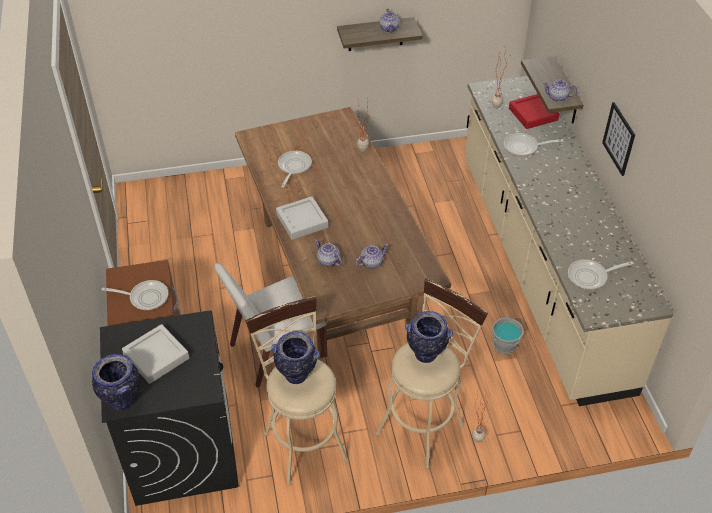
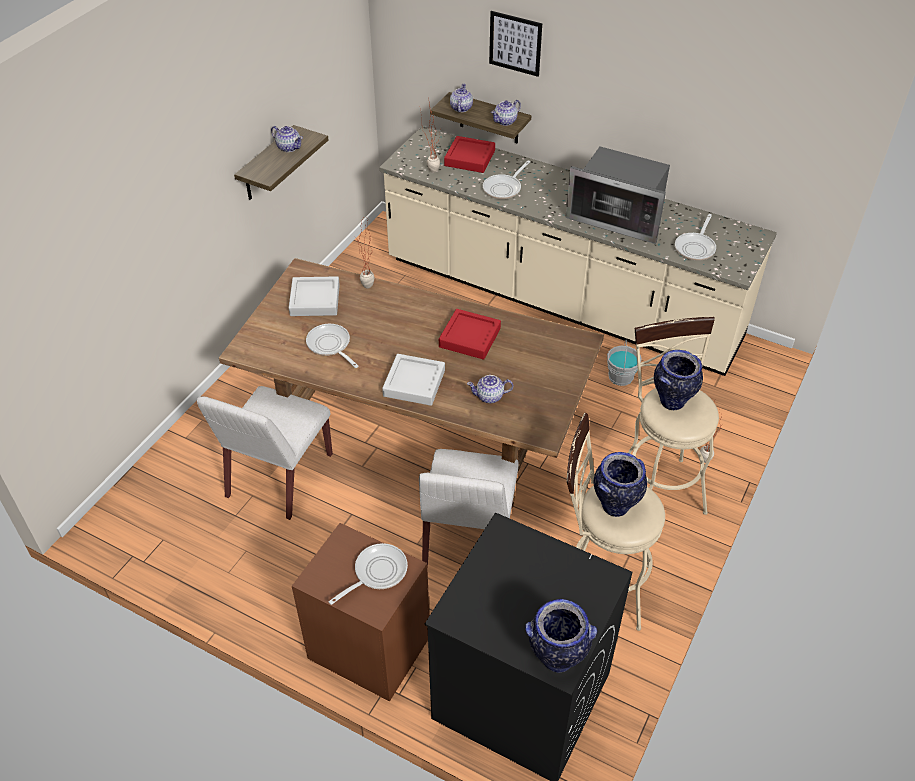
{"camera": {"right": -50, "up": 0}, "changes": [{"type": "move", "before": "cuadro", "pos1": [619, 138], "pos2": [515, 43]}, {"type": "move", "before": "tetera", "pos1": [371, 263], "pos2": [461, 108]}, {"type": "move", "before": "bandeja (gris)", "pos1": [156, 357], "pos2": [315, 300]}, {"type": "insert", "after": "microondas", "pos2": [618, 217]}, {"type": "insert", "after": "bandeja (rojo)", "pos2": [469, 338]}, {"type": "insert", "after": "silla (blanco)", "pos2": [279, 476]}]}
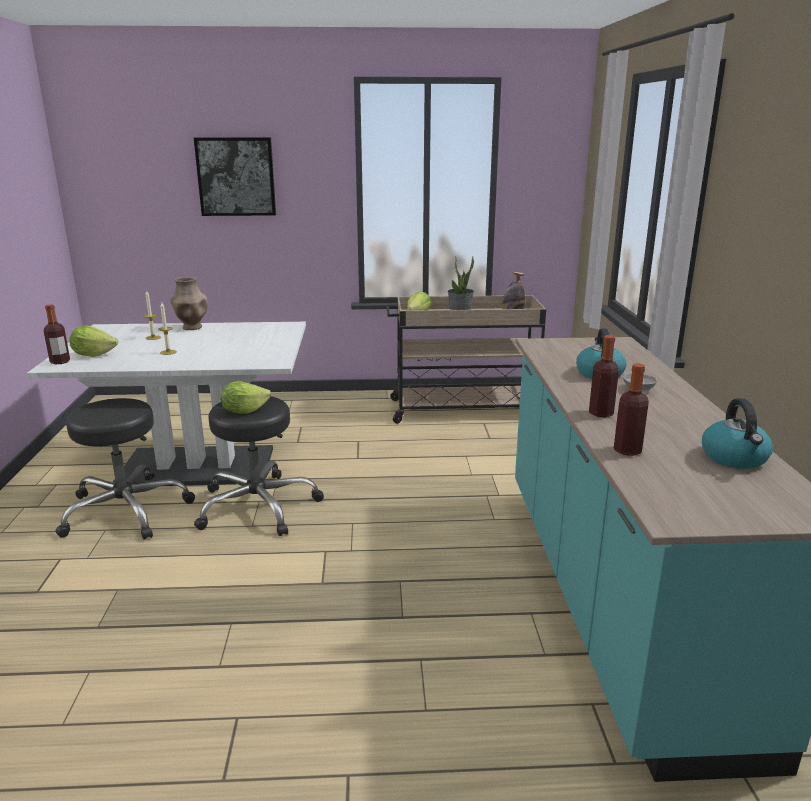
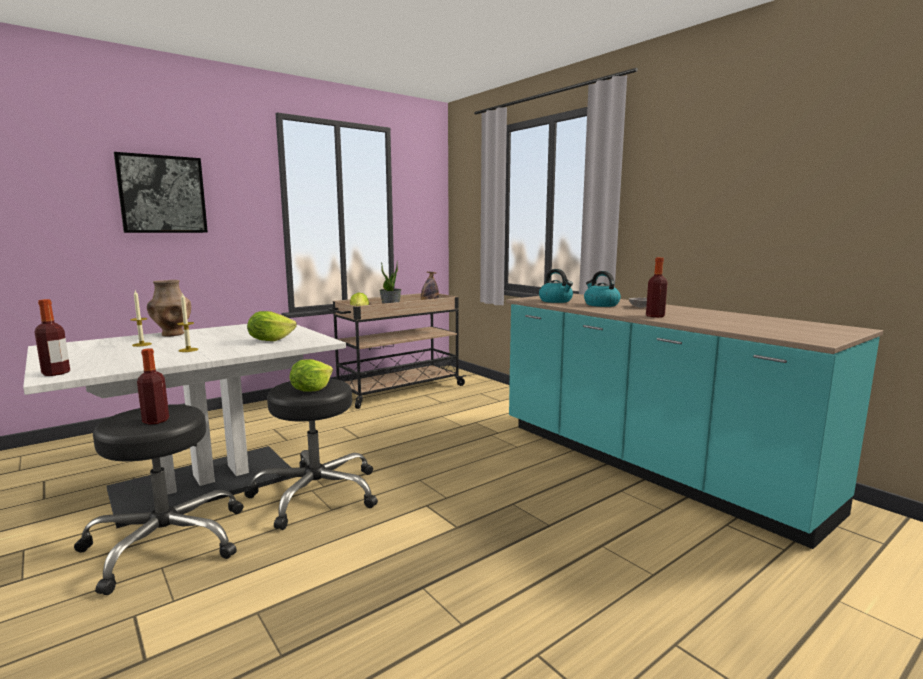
{"camera": {"right": -35, "up": -10}, "changes": [{"type": "move", "before": "lechuga", "pos1": [93, 354], "pos2": [270, 340]}, {"type": "move", "before": "botella", "pos1": [627, 450], "pos2": [156, 421]}, {"type": "move", "before": "hervidor", "pos1": [735, 458], "pos2": [556, 301]}]}
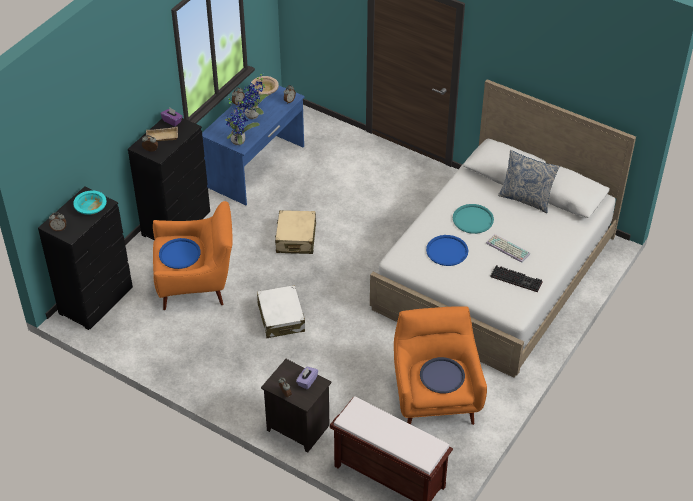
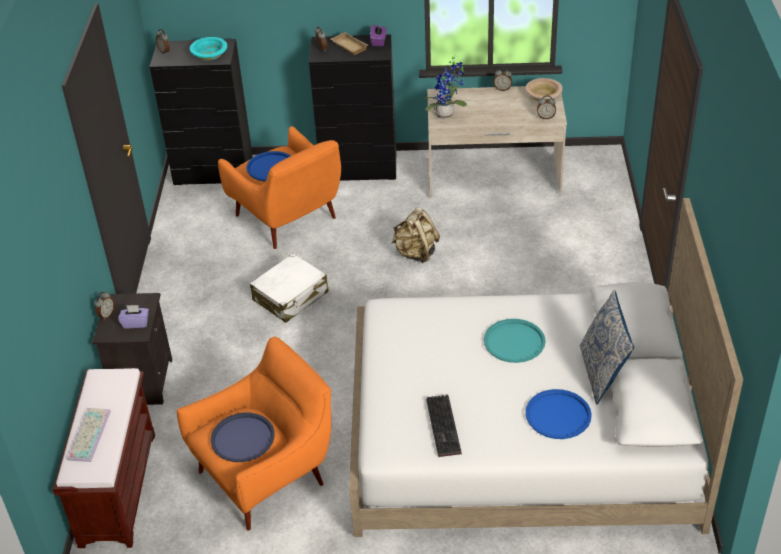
{"camera": {"right": 60, "up": -5}, "changes": [{"type": "delete", "before": "planta en maceta", "pos1": [254, 116]}, {"type": "recolor", "before": "escritorio (azul)", "after": "escritorio (beis)", "pos1": [256, 166], "pos2": [494, 178]}, {"type": "replace", "before": "maleta (beis)", "after": "mochila (beis)", "pos1": [296, 239], "pos2": [416, 253]}, {"type": "move", "before": "teclado", "pos1": [507, 248], "pos2": [88, 434]}, {"type": "move", "before": "bandeja (azul)", "pos1": [447, 251], "pos2": [558, 415]}]}
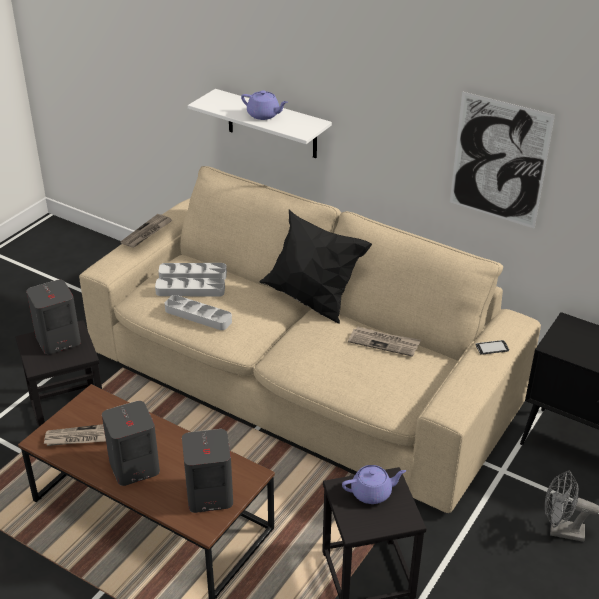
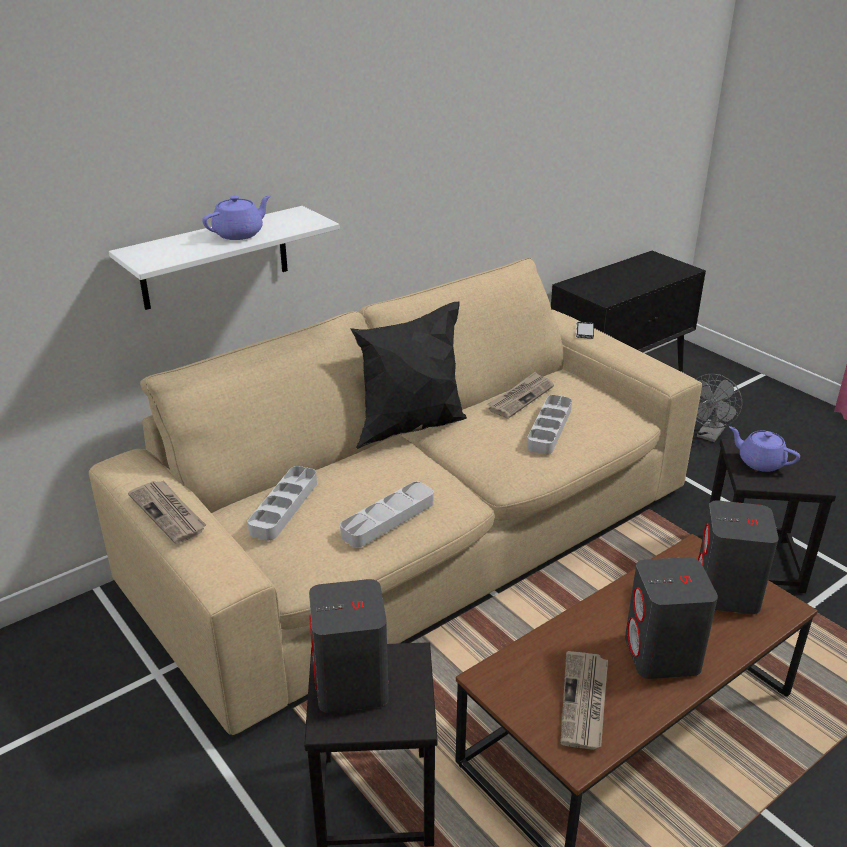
{"camera": {"right": -70, "up": -5}, "changes": [{"type": "delete", "before": "cuadro", "pos1": [499, 161]}, {"type": "move", "before": "bandeja (gris)", "pos1": [190, 290], "pos2": [549, 428]}, {"type": "rotate", "before": "tetera (morado)", "pos1": [372, 493], "pos2": [759, 462], "turn": -60}]}
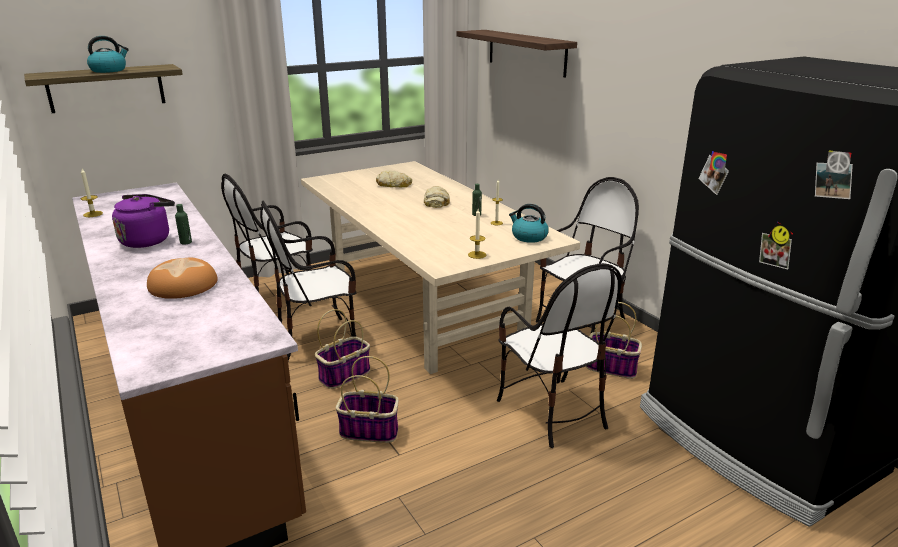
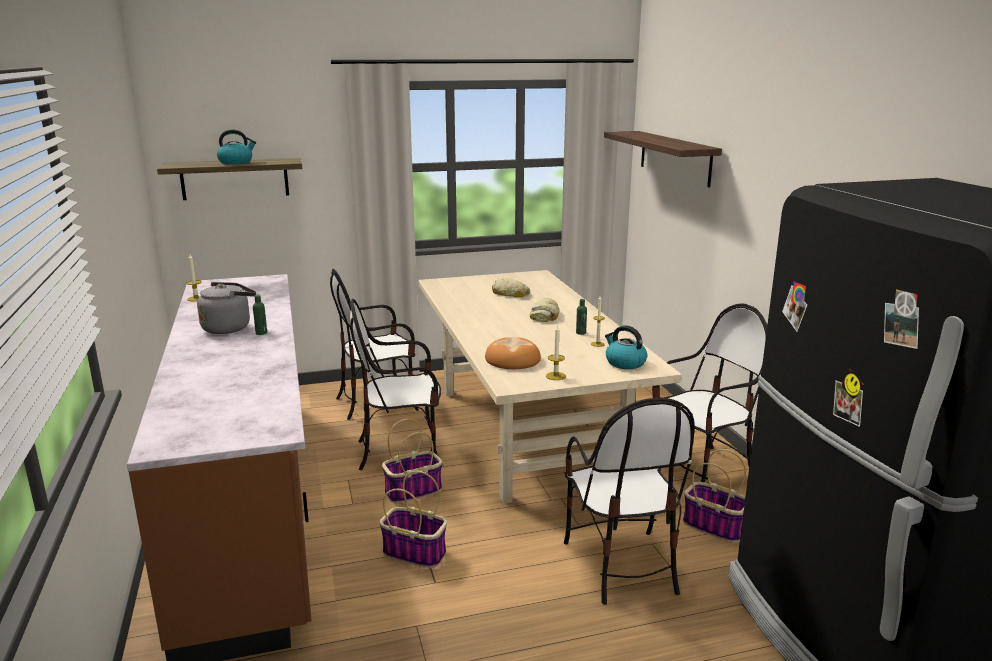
{"camera": {"right": 15, "up": -5}, "changes": [{"type": "recolor", "before": "hervidor (morado)", "after": "hervidor (gris)", "pos1": [147, 240], "pos2": [229, 327]}, {"type": "move", "before": "pan", "pos1": [184, 285], "pos2": [513, 360]}]}
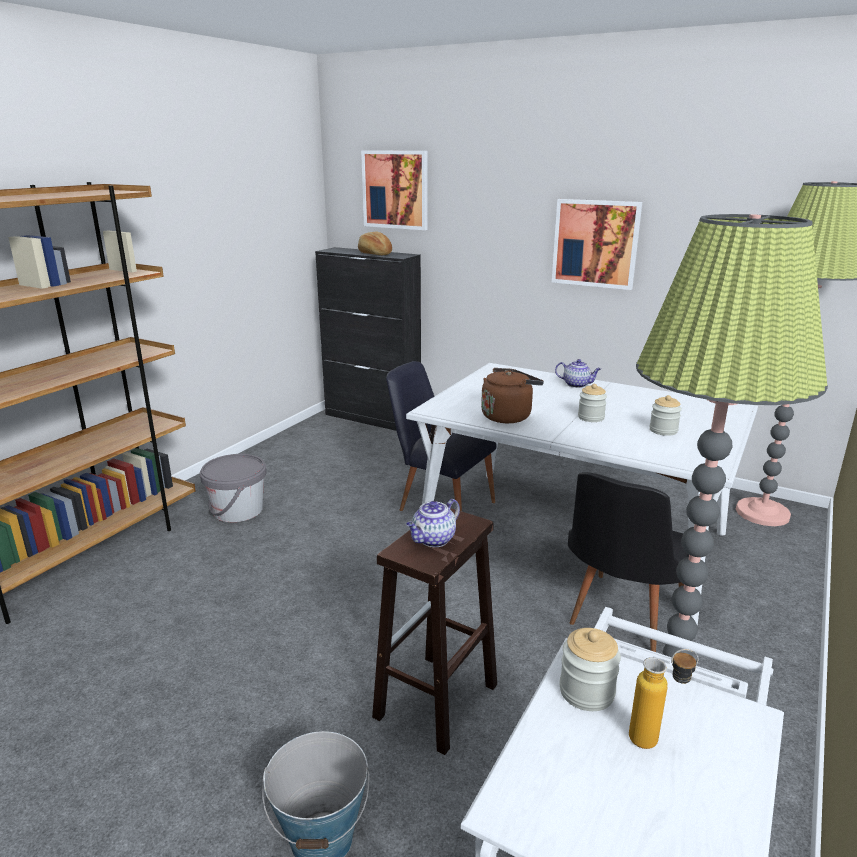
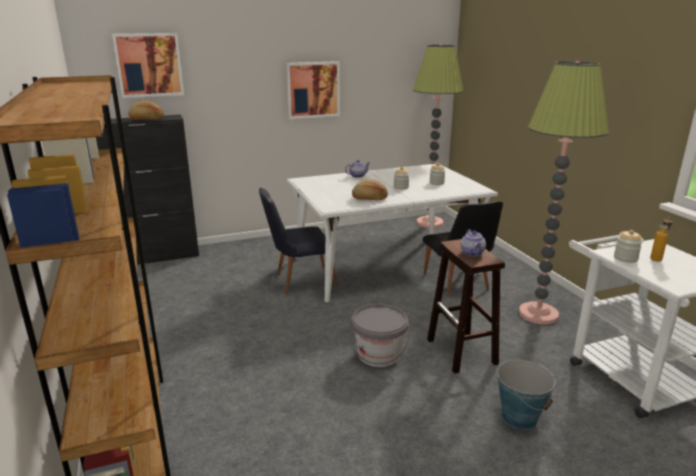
{"camera": {"right": -50, "up": 0}, "changes": [{"type": "replace", "before": "hervidor (marrón)", "after": "pan", "pos1": [508, 416], "pos2": [369, 198]}, {"type": "move", "before": "cubo (gris)", "pos1": [238, 510], "pos2": [378, 355]}]}
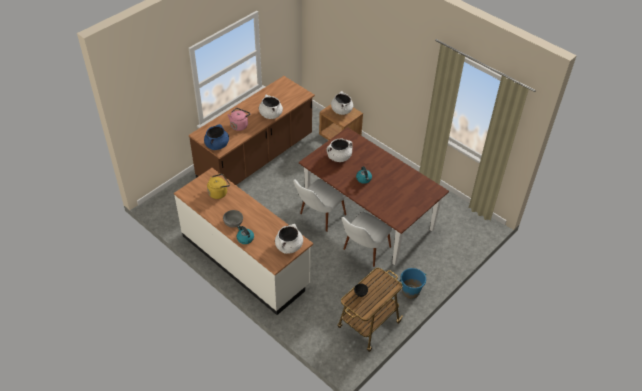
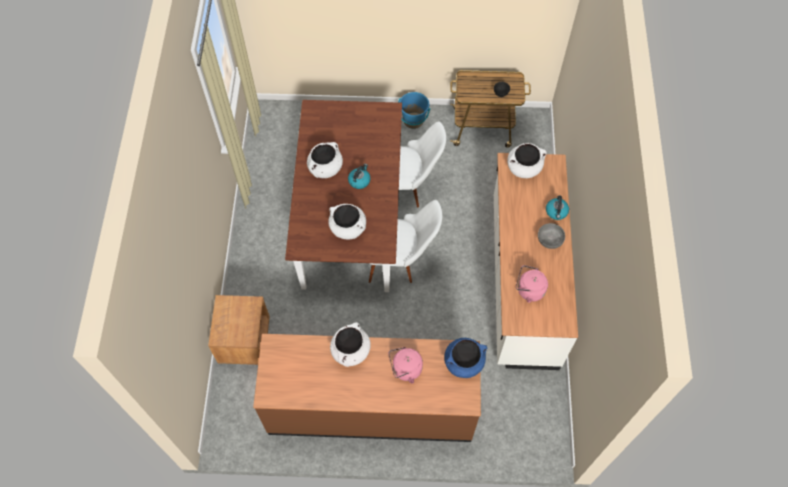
{"camera": {"right": -130, "up": 15}, "changes": [{"type": "move", "before": "olla (blanco)", "pos1": [341, 110], "pos2": [325, 168]}, {"type": "recolor", "before": "hervidor (amarillo)", "after": "hervidor (rosa)", "pos1": [219, 192], "pos2": [528, 290]}]}
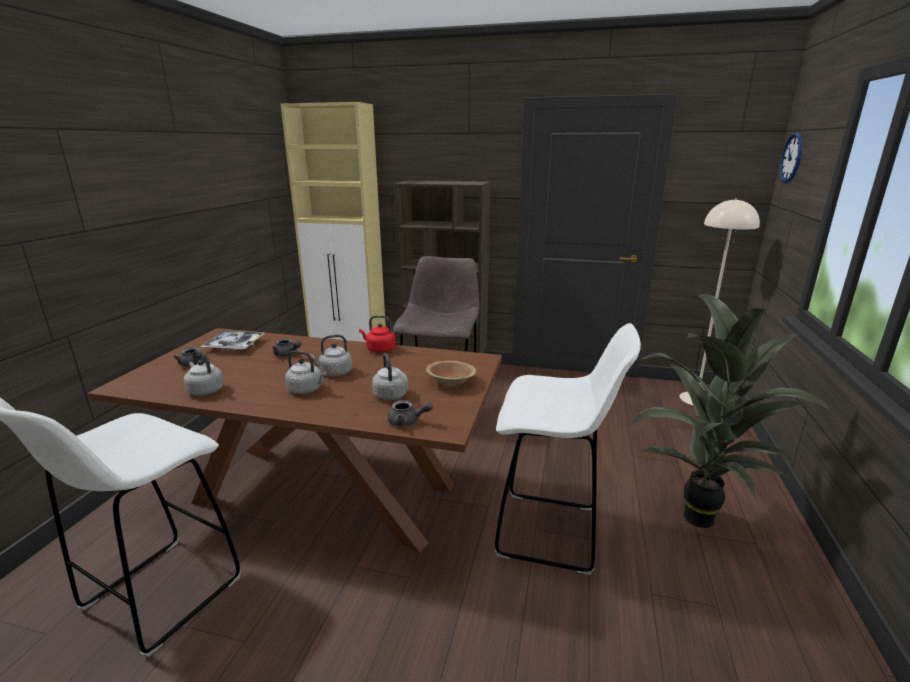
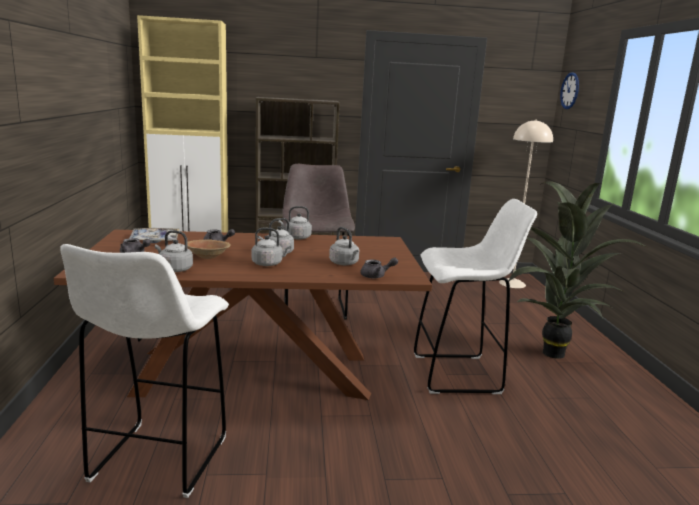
{"camera": {"right": -20, "up": -5}, "changes": [{"type": "recolor", "before": "hervidor (rojo)", "after": "hervidor (gris)", "pos1": [379, 349], "pos2": [296, 237]}, {"type": "move", "before": "cuenco (marrón)", "pos1": [451, 382], "pos2": [208, 256]}]}
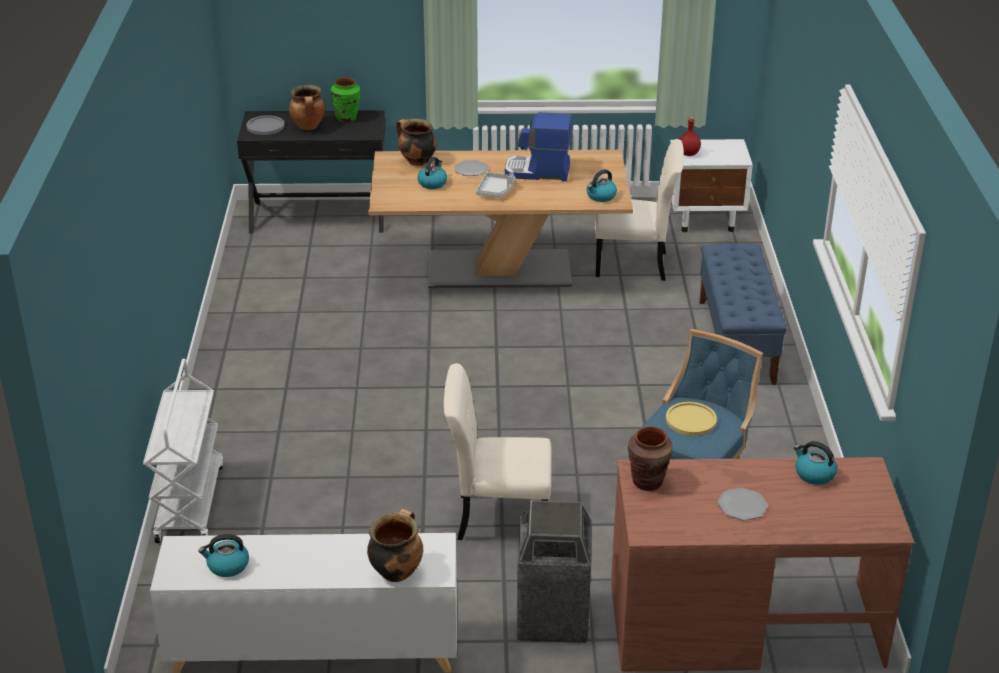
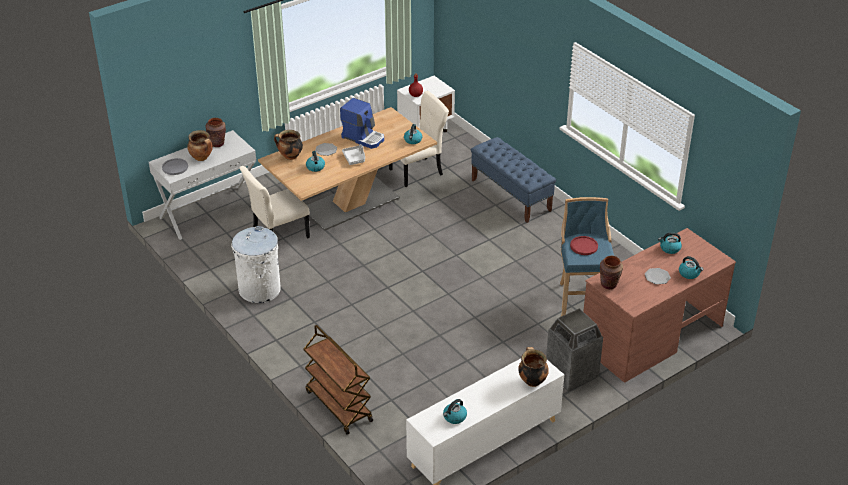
{"camera": {"right": -35, "up": 5}, "changes": [{"type": "recolor", "before": "florero (verde)", "after": "florero (marrón)", "pos1": [346, 118], "pos2": [217, 143]}, {"type": "recolor", "before": "mesa consola (negro)", "after": "mesa consola (blanco)", "pos1": [319, 216], "pos2": [209, 212]}, {"type": "rotate", "before": "cafetera", "pos1": [538, 172], "pos2": [363, 137], "turn": -120}, {"type": "recolor", "before": "carrito (blanco)", "after": "carrito (marrón)", "pos1": [189, 502], "pos2": [338, 406]}, {"type": "move", "before": "silla (beis)", "pos1": [497, 517], "pos2": [278, 236]}, {"type": "recolor", "before": "plato (amarillo)", "after": "plato (rojo)", "pos1": [691, 420], "pos2": [584, 246]}, {"type": "insert", "after": "papelera (blanco)", "pos2": [259, 290]}, {"type": "insert", "after": "hervidor", "pos2": [689, 273]}]}
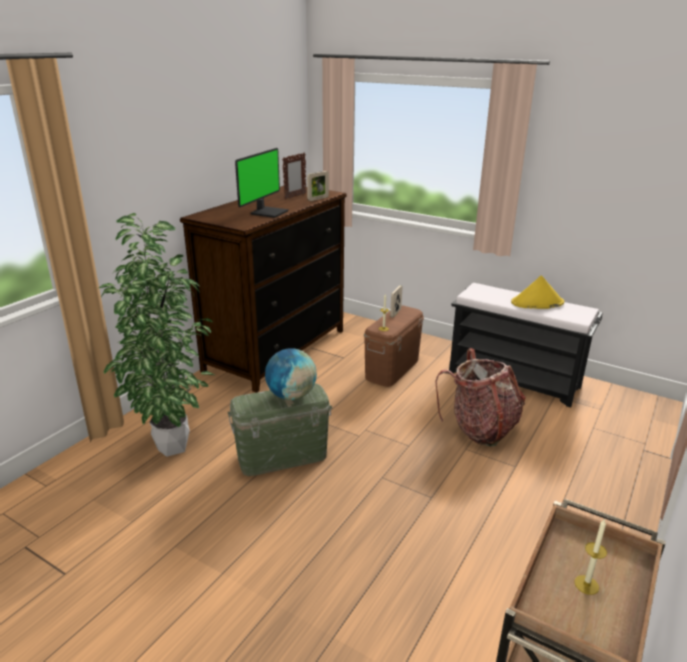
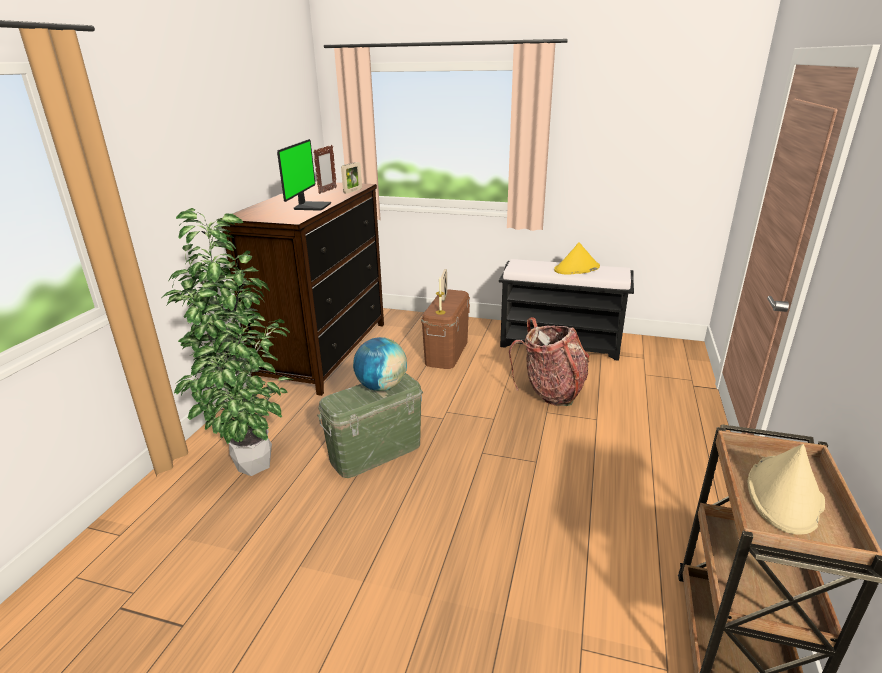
{"camera": {"right": -15, "up": 0}, "changes": [{"type": "replace", "before": "vela", "after": "sombrero (beis)", "pos1": [586, 585], "pos2": [784, 495]}]}
